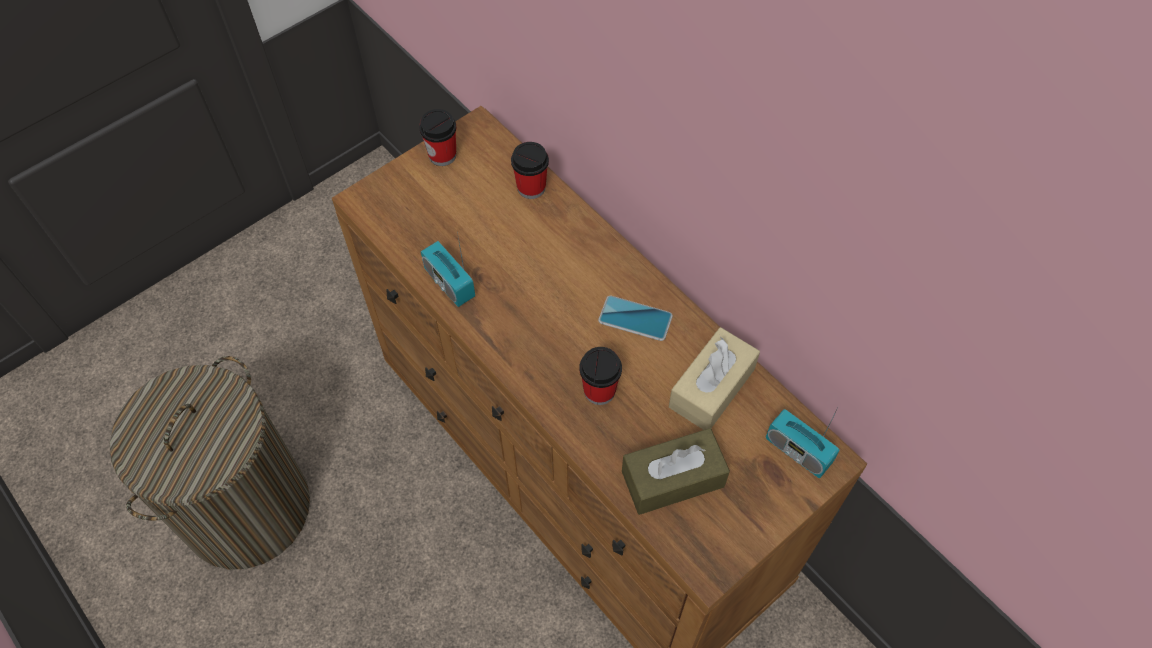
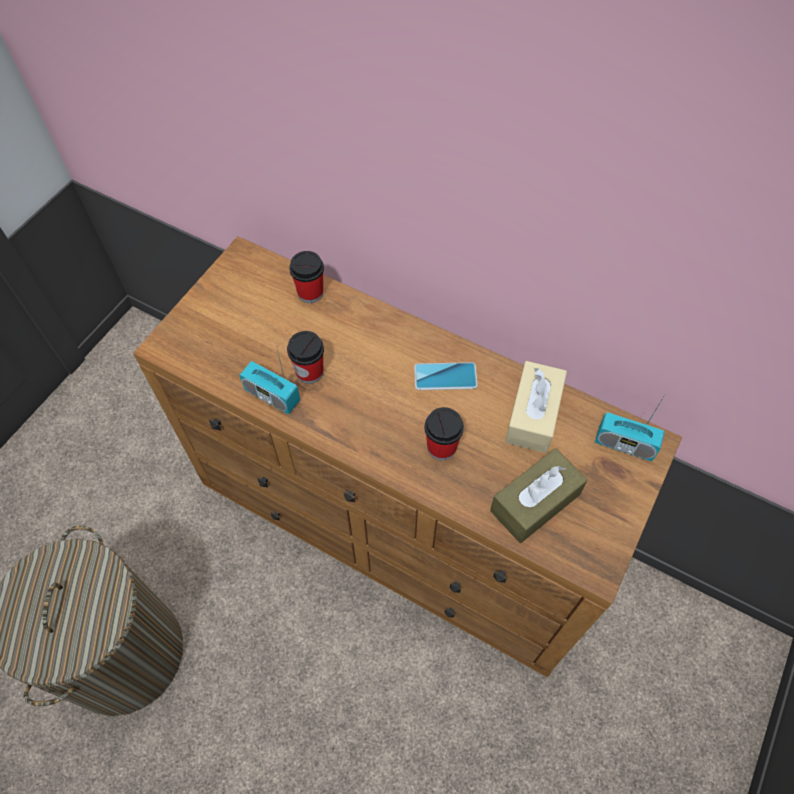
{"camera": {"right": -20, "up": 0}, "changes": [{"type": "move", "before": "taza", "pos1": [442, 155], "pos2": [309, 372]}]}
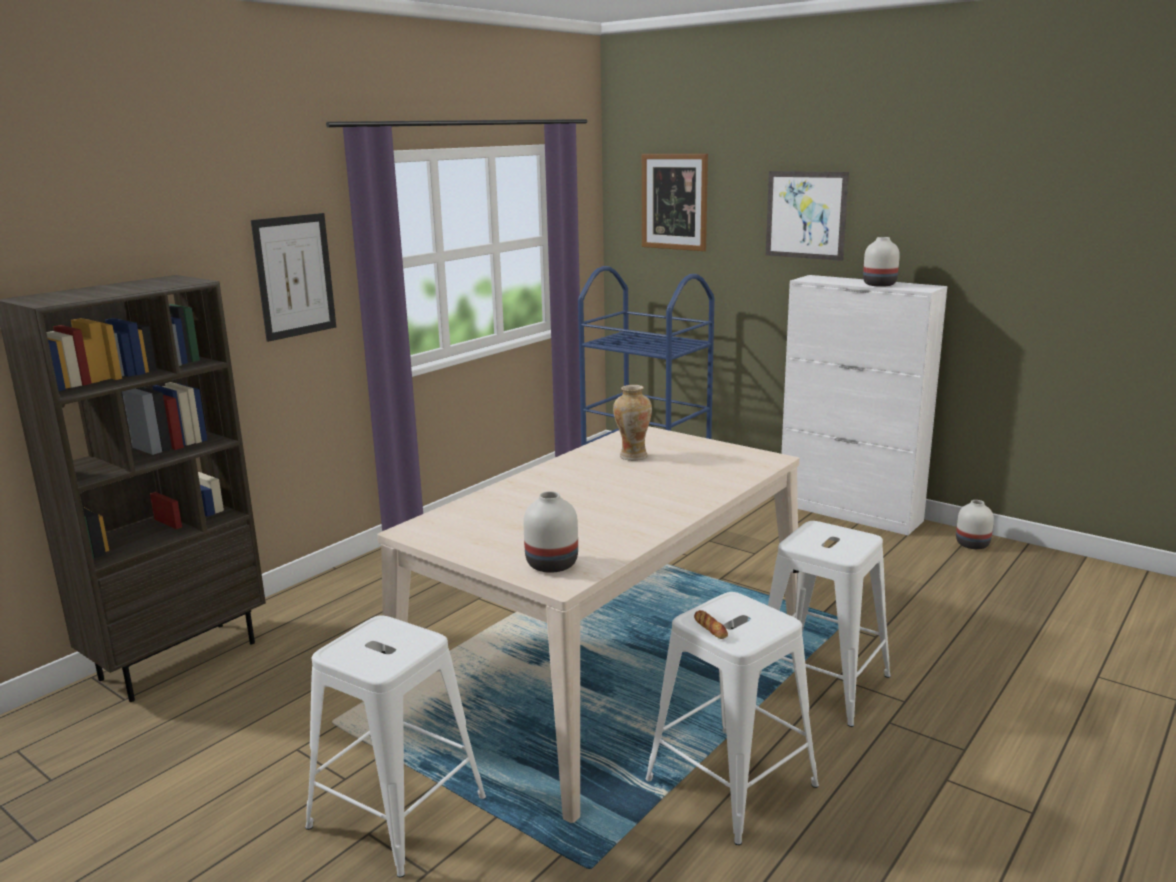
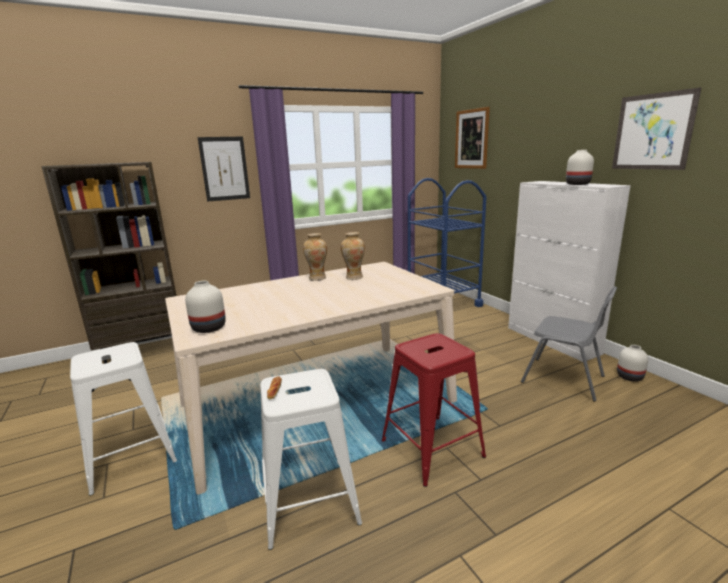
{"camera": {"right": 25, "up": 0}, "changes": [{"type": "move", "before": "cuadro", "pos1": [806, 215], "pos2": [652, 132]}, {"type": "recolor", "before": "taburete (blanco)", "after": "taburete (rojo)", "pos1": [820, 683], "pos2": [432, 448]}, {"type": "insert", "after": "florero", "pos2": [317, 278]}, {"type": "insert", "after": "silla (gris)", "pos2": [564, 379]}]}
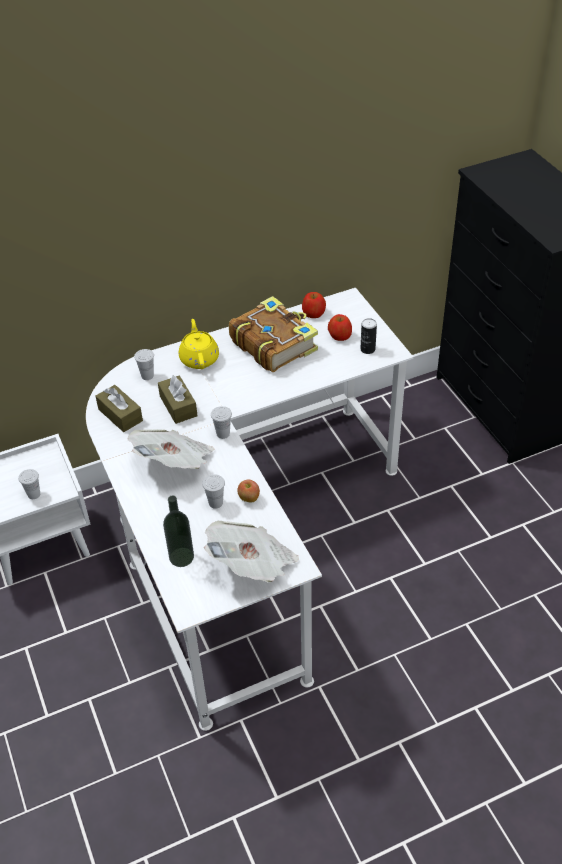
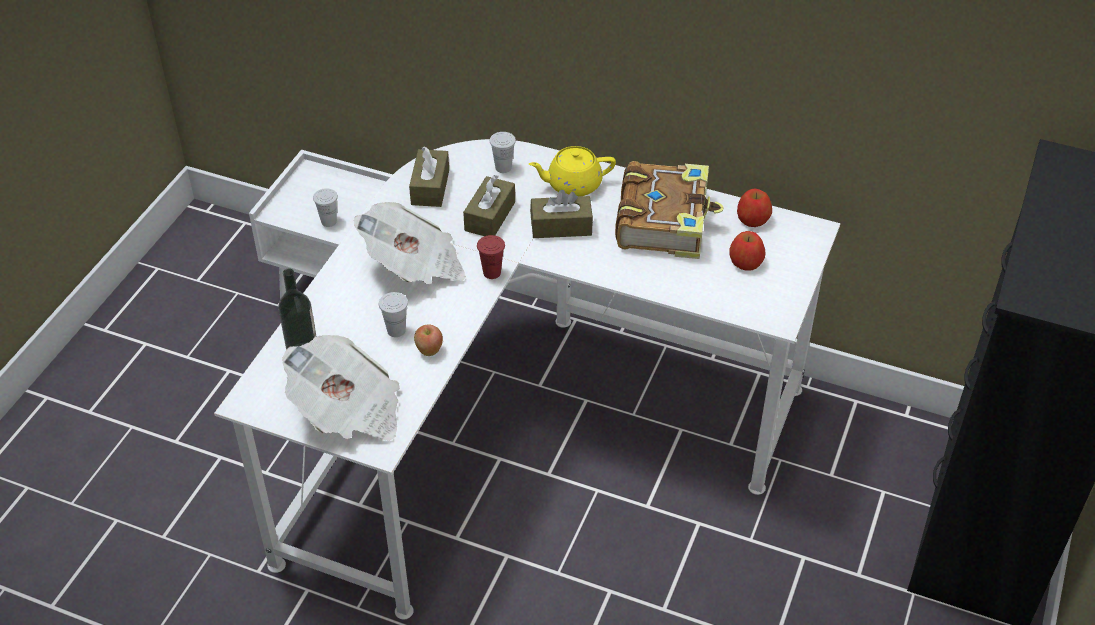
{"camera": {"right": 45, "up": 0}, "changes": [{"type": "delete", "before": "lata", "pos1": [367, 349]}, {"type": "rotate", "before": "tetera (amarillo)", "pos1": [199, 358], "pos2": [573, 185], "turn": -135}, {"type": "recolor", "before": "taza (blanco)", "after": "taza (rojo)", "pos1": [223, 434], "pos2": [492, 273]}, {"type": "insert", "after": "caja de pañuelos (marrón)", "pos2": [561, 226]}]}
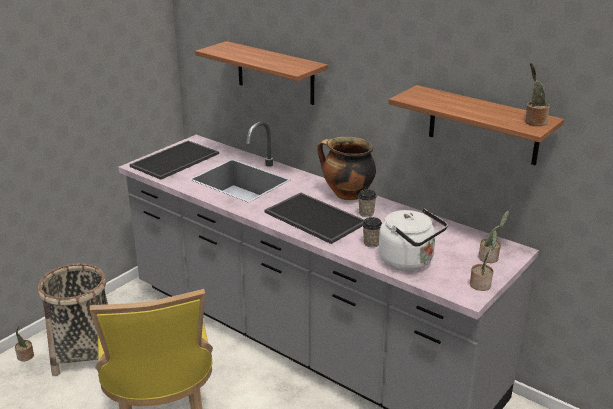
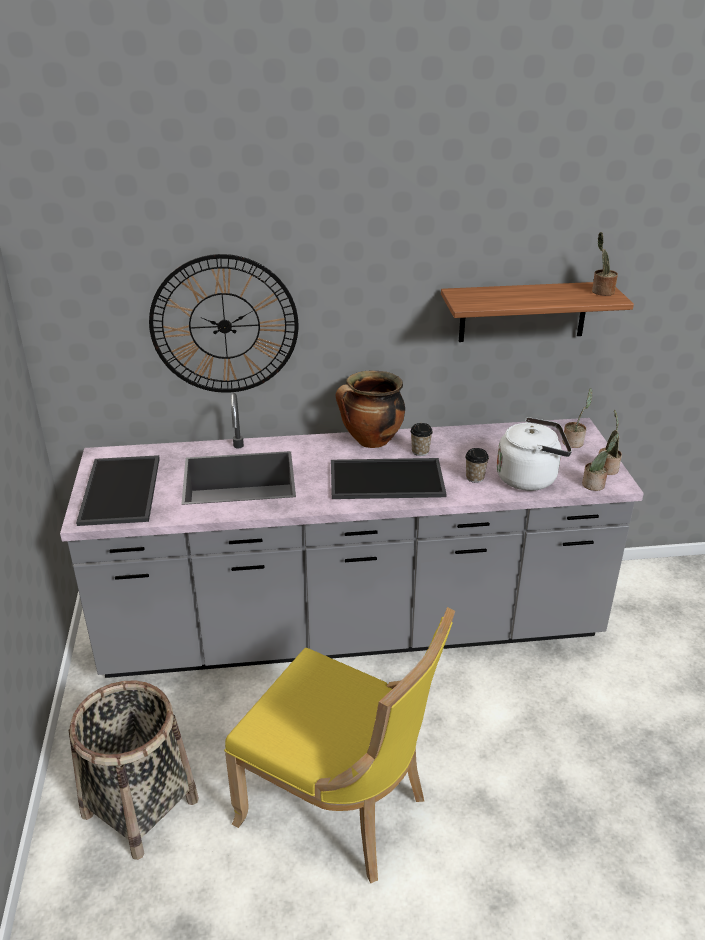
{"camera": {"right": -45, "up": 5}, "changes": [{"type": "replace", "before": "estante", "after": "reloj de pared", "pos1": [275, 73], "pos2": [224, 326]}, {"type": "move", "before": "planta en maceta", "pos1": [25, 357], "pos2": [595, 485]}]}
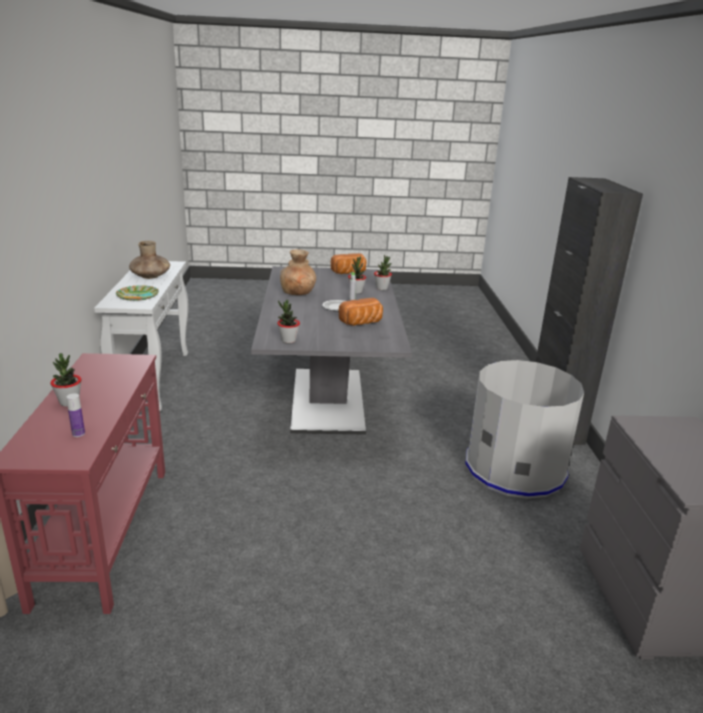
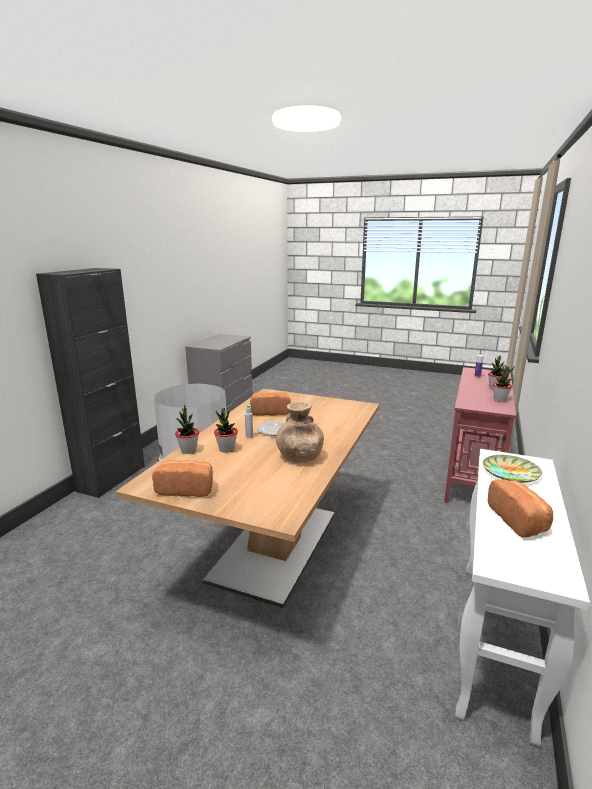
{"camera": {"right": -155, "up": -5}, "changes": [{"type": "replace", "before": "florero (marrón)", "after": "pan", "pos1": [150, 276], "pos2": [519, 520]}, {"type": "recolor", "before": "mesa de comedor (gris)", "after": "mesa de comedor (marrón)", "pos1": [327, 400], "pos2": [275, 545]}, {"type": "move", "before": "planta en maceta", "pos1": [288, 340], "pos2": [500, 399]}]}
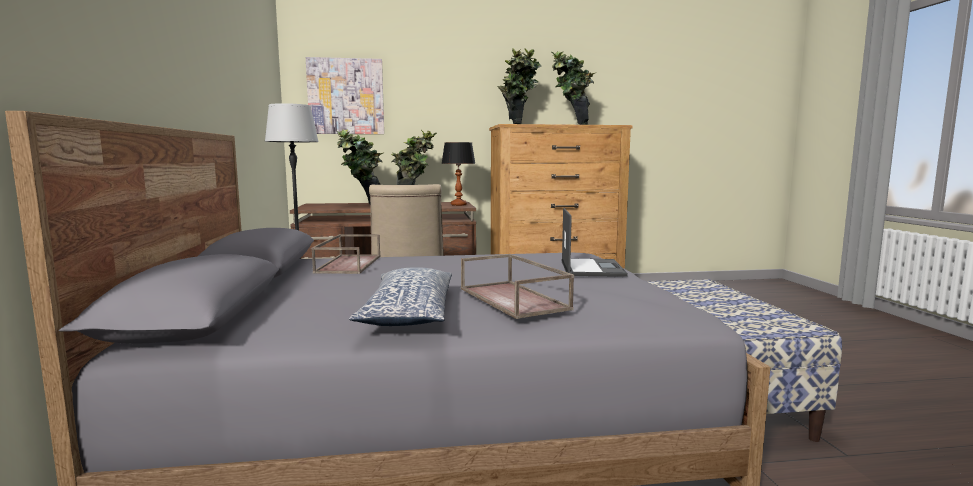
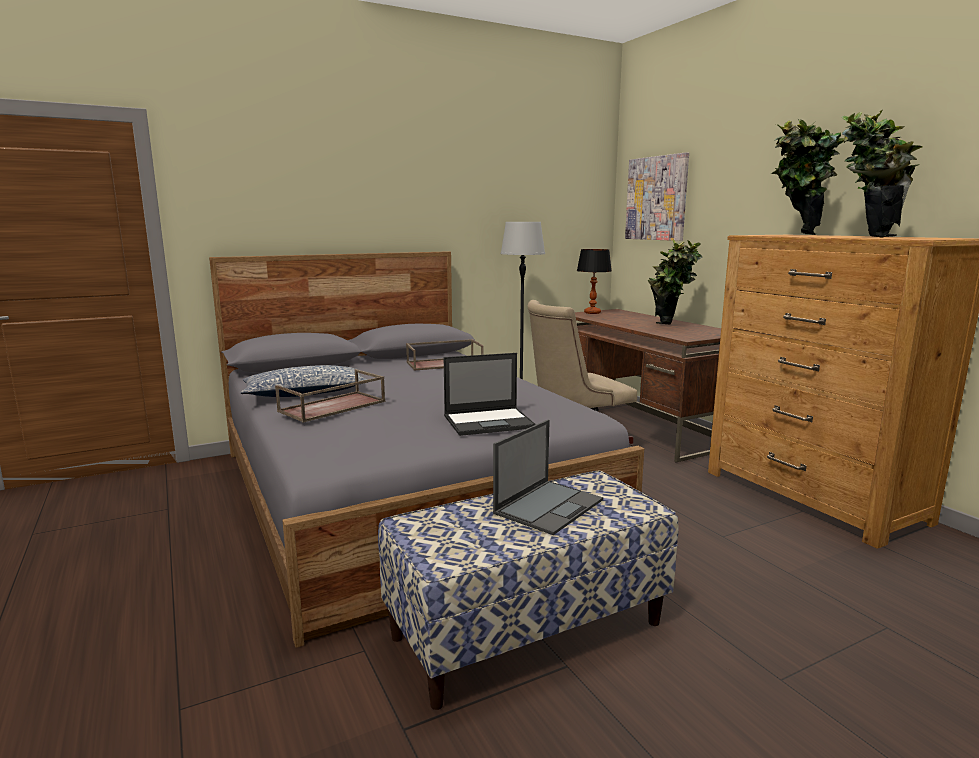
{"camera": {"right": 70, "up": 5}, "changes": [{"type": "delete", "before": "planta en maceta", "pos1": [362, 206]}, {"type": "move", "before": "lámpara de mesa", "pos1": [458, 205], "pos2": [592, 313]}, {"type": "insert", "after": "portátil", "pos2": [549, 506]}]}
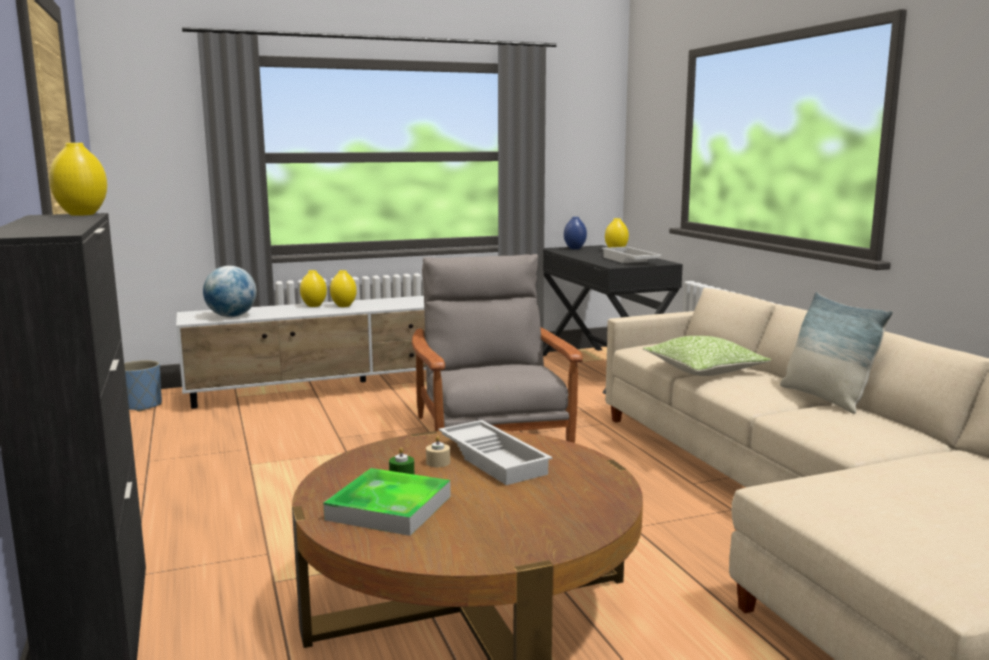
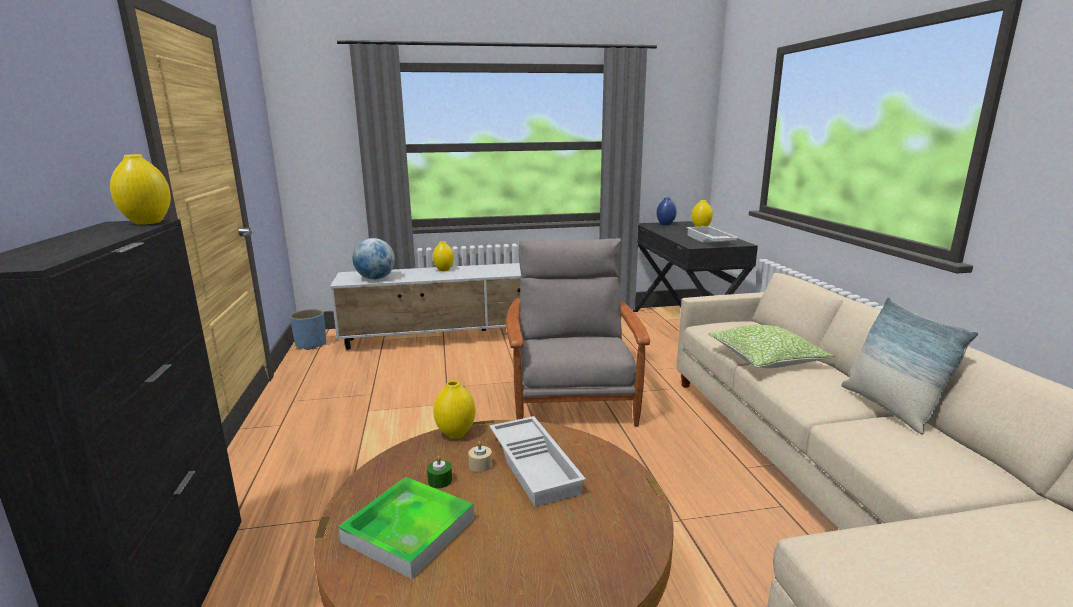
{"camera": {"right": 10, "up": 5}, "changes": [{"type": "move", "before": "florero (amarillo)", "pos1": [343, 306], "pos2": [455, 434]}]}
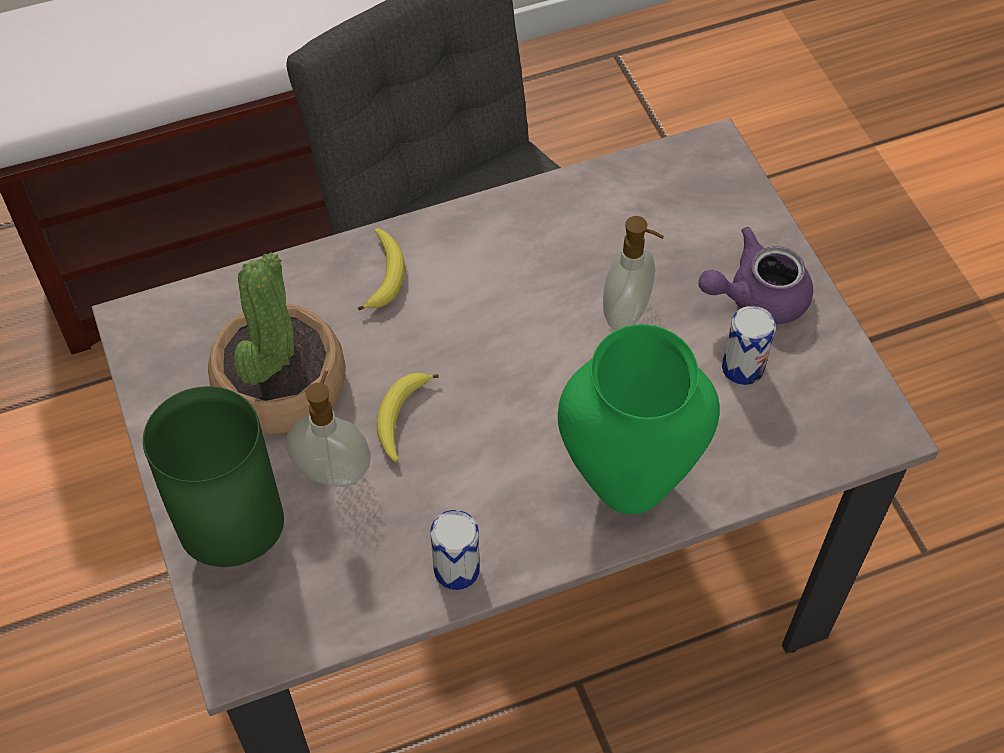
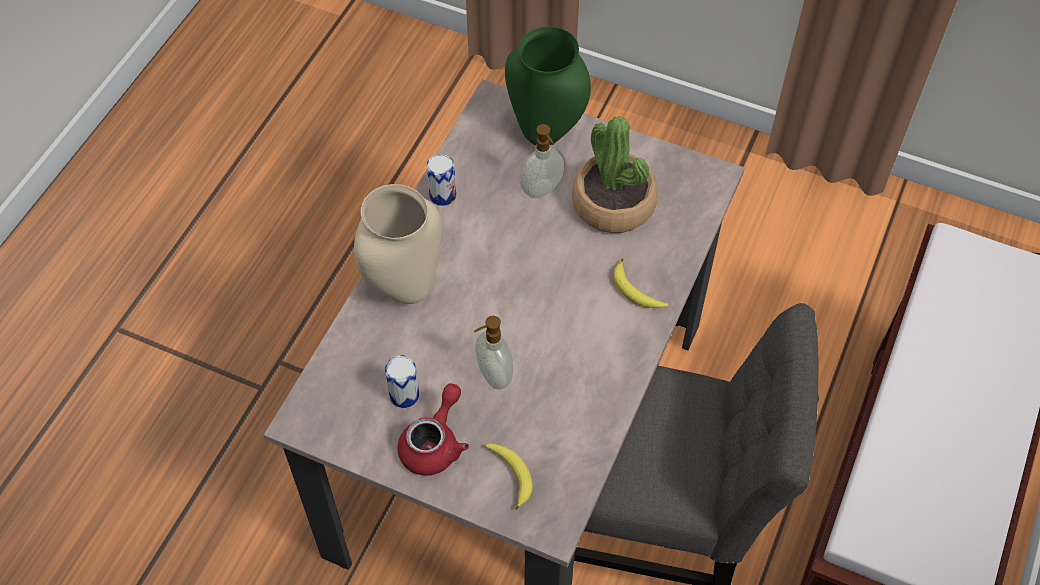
{"camera": {"right": 135, "up": 0}, "changes": [{"type": "recolor", "before": "tetera (morado)", "after": "tetera (rojo)", "pos1": [756, 297], "pos2": [435, 443]}, {"type": "recolor", "before": "florero (verde)", "after": "florero (beis)", "pos1": [628, 481], "pos2": [406, 291]}, {"type": "move", "before": "plátano", "pos1": [401, 418], "pos2": [511, 474]}]}
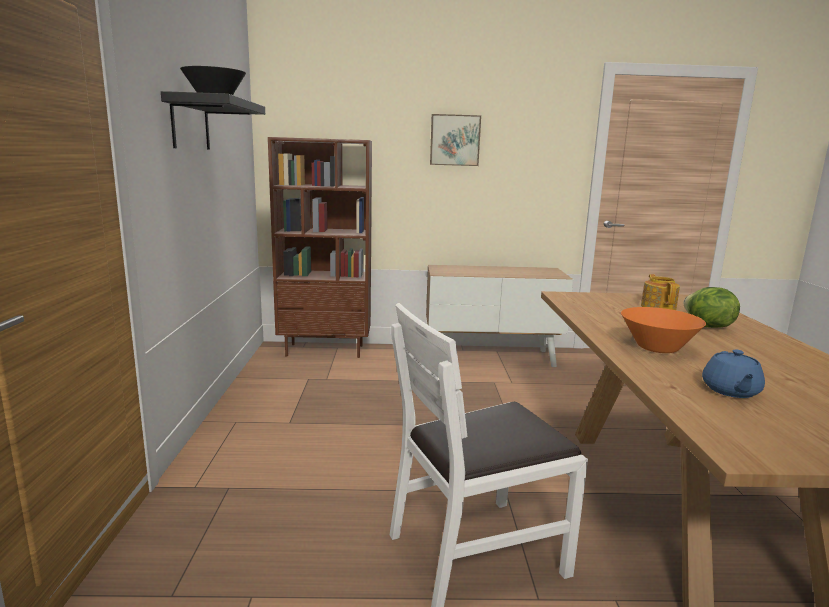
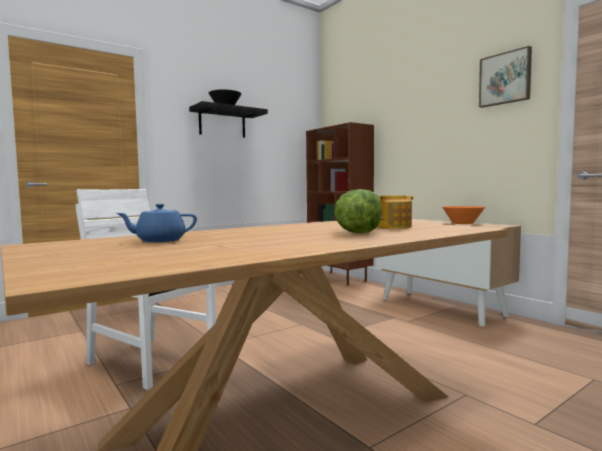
{"camera": {"right": 55, "up": -10}, "changes": [{"type": "move", "before": "cuadro", "pos1": [454, 140], "pos2": [505, 78]}, {"type": "move", "before": "cuenco (naranja)", "pos1": [657, 348], "pos2": [463, 223]}]}
